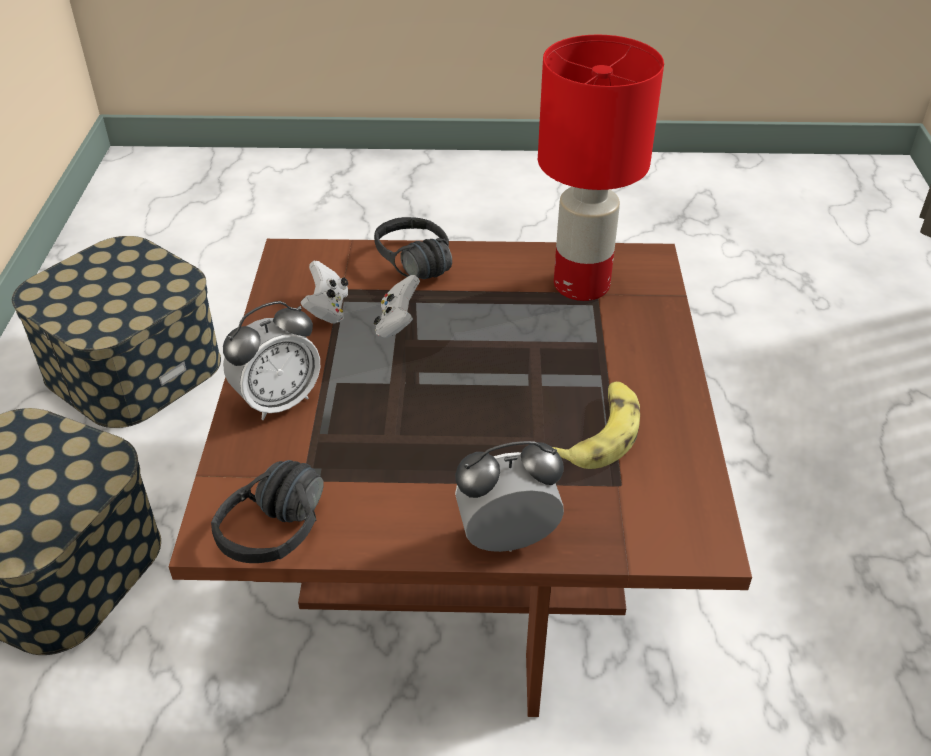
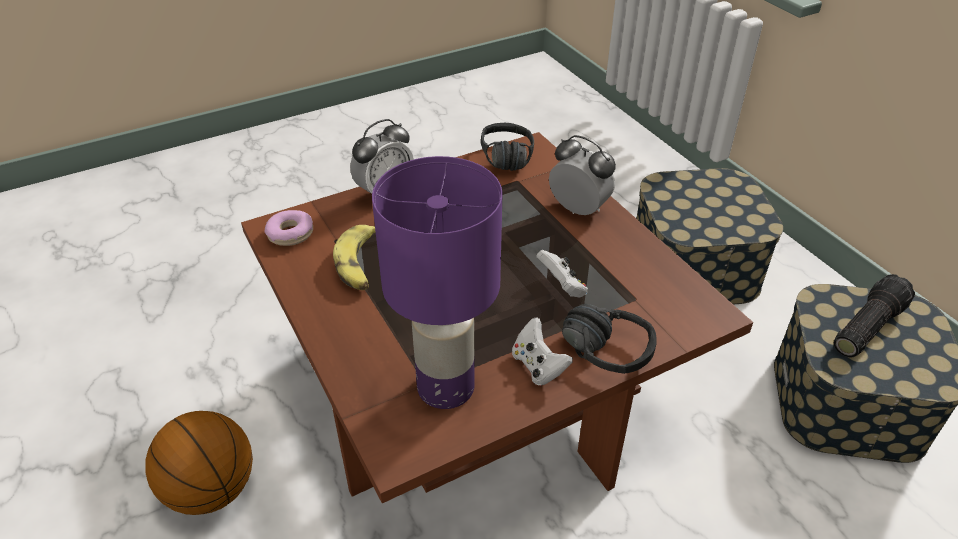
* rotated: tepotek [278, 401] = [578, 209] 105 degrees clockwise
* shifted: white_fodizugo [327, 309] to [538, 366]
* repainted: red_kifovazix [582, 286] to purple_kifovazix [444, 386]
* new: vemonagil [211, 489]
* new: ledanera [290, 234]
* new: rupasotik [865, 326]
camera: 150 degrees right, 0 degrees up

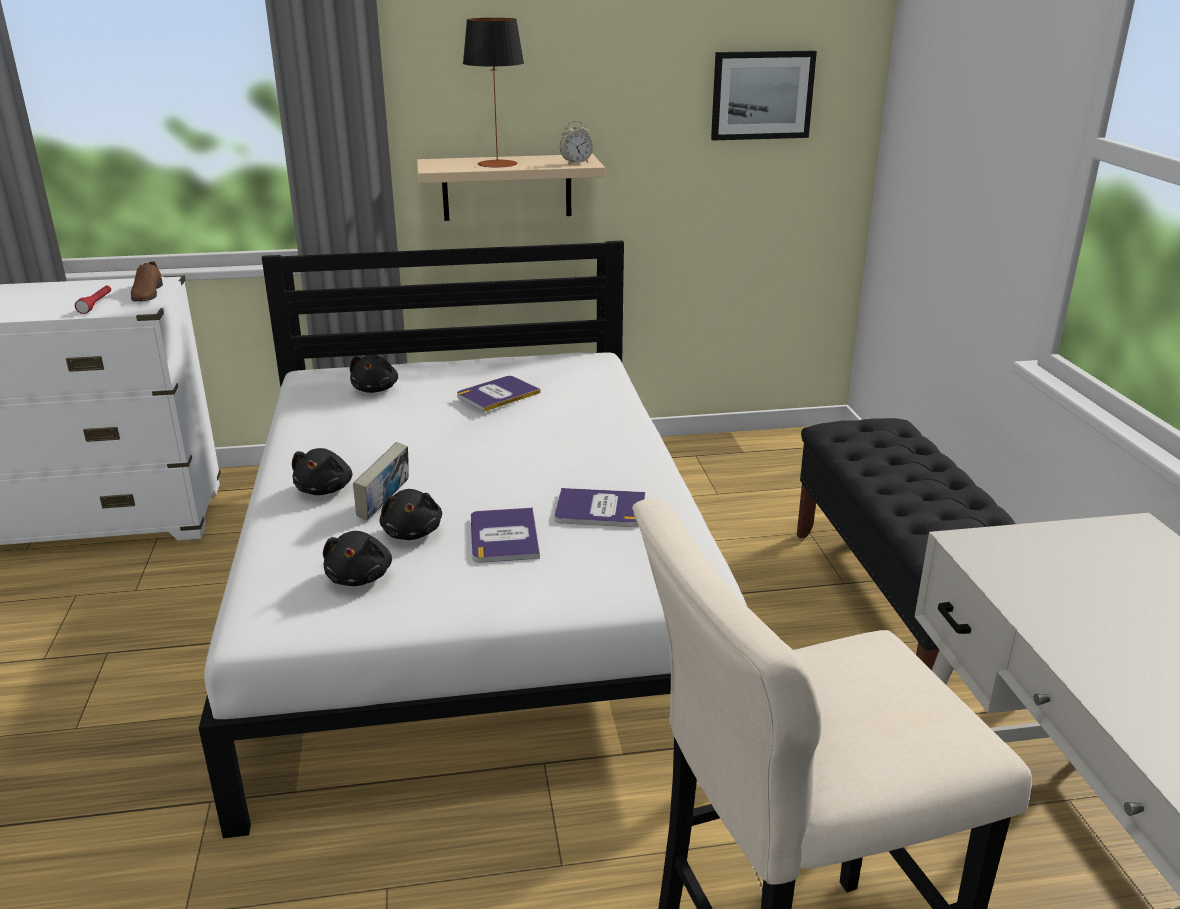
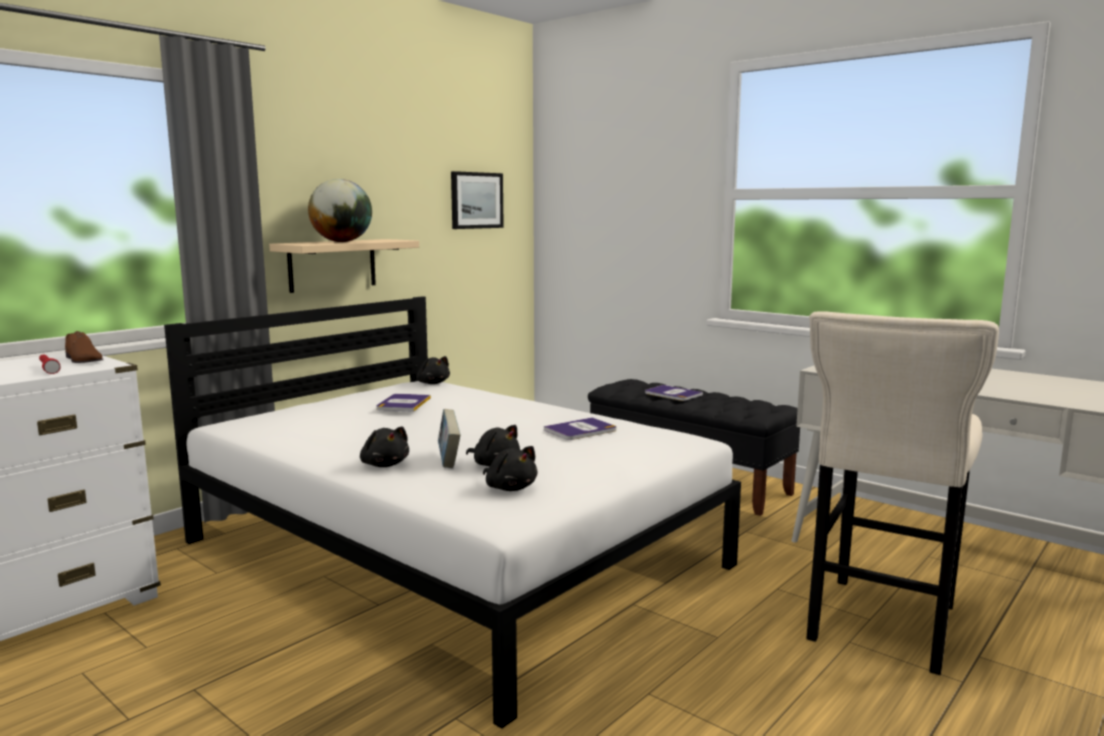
* shifted: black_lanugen [375, 389] to [432, 383]
* swapped: kifovazix [497, 164] to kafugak [342, 242]
* shifted: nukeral [504, 536] to [672, 394]
* gone: tepotek [576, 163]
camera: 40 degrees left, 15 degrees down

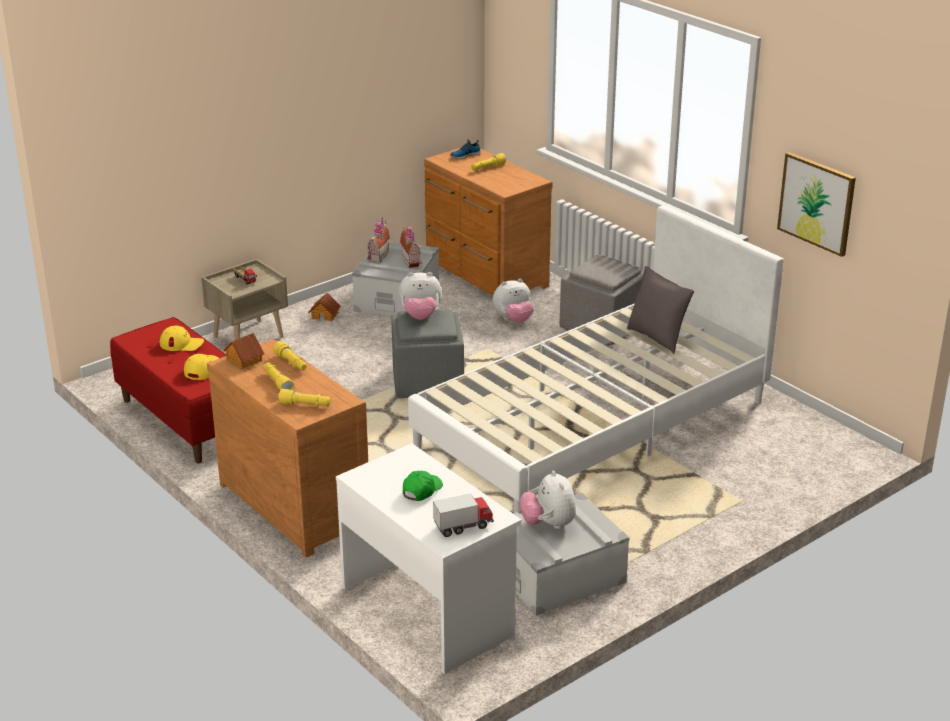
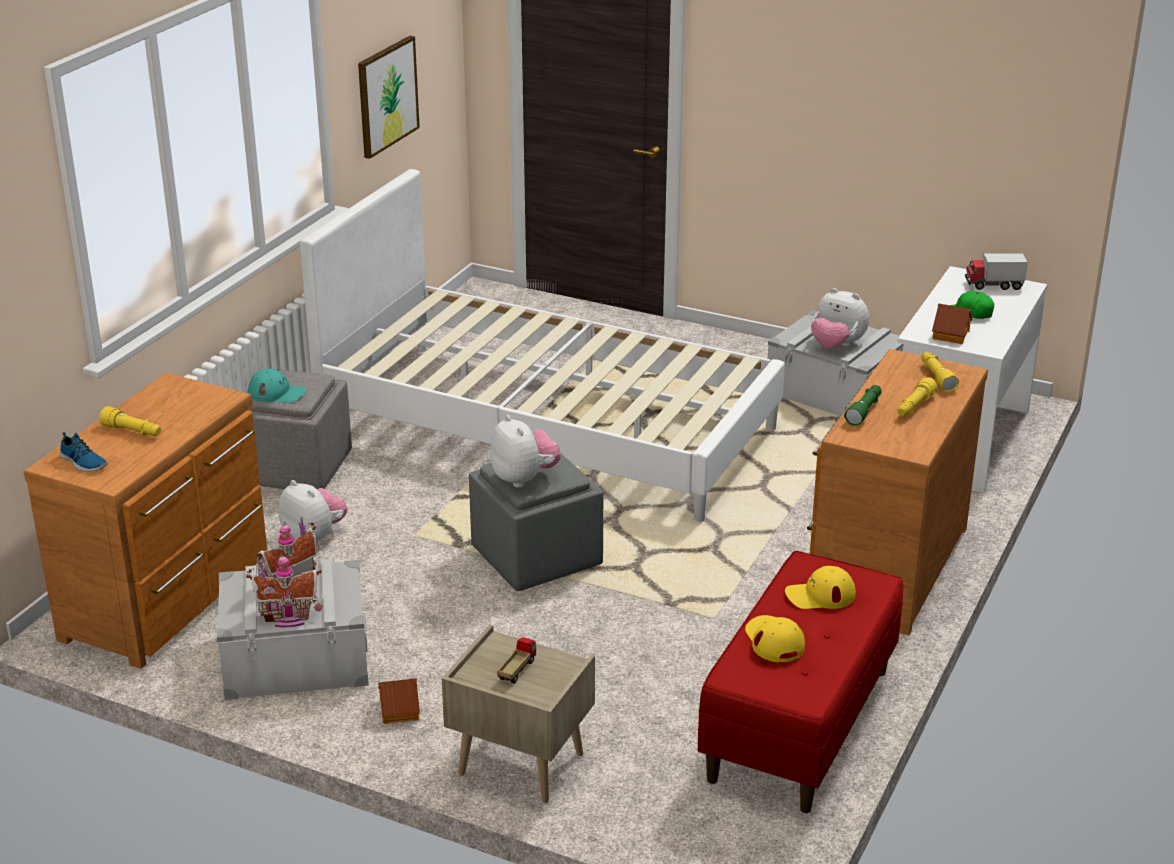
* shifted: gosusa [243, 360] to [951, 335]
* repainted: yellow_rupasotik [291, 363] to green_rupasotik [864, 411]
* rotated: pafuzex [463, 526] = [993, 285] 45 degrees counterclockwise
* rotated: lanugen [548, 524] = [837, 346] 75 degrees clockwise
* gone: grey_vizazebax [657, 338]
* new: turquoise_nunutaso [277, 393]
camera: 115 degrees left, 0 degrees up

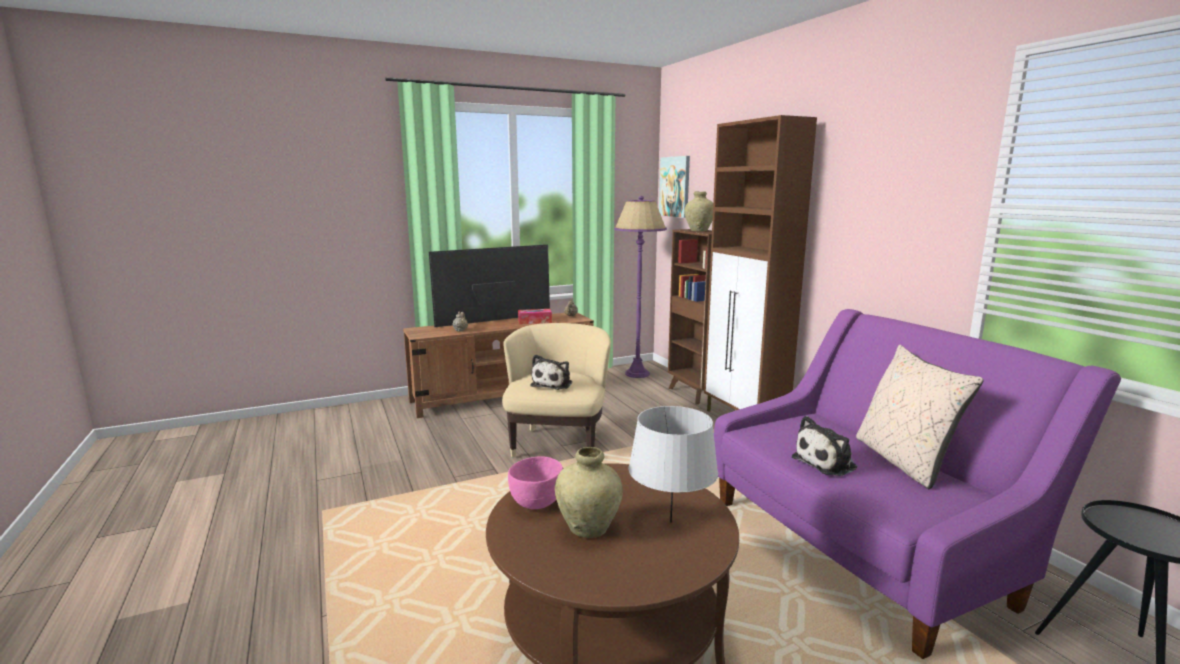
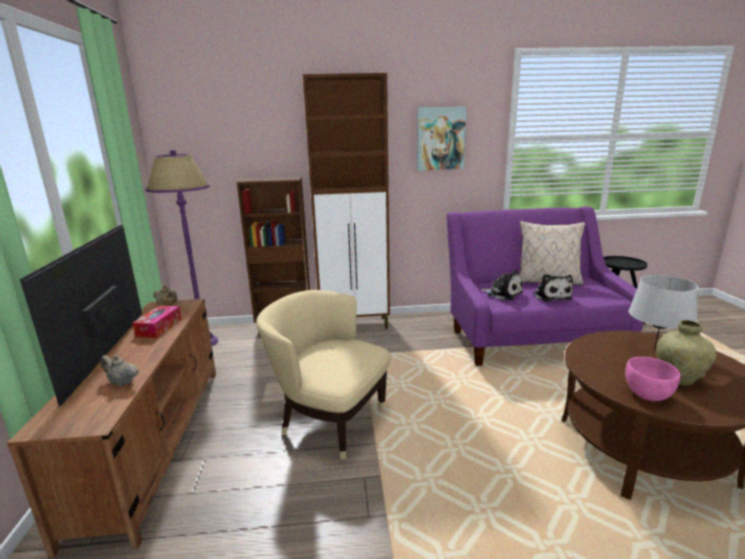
* shifted: lanugen [553, 384] to [503, 293]
* shifted: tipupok [675, 186] to [440, 138]
* gone: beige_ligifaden [699, 230]
camera: 70 degrees left, 5 degrees up

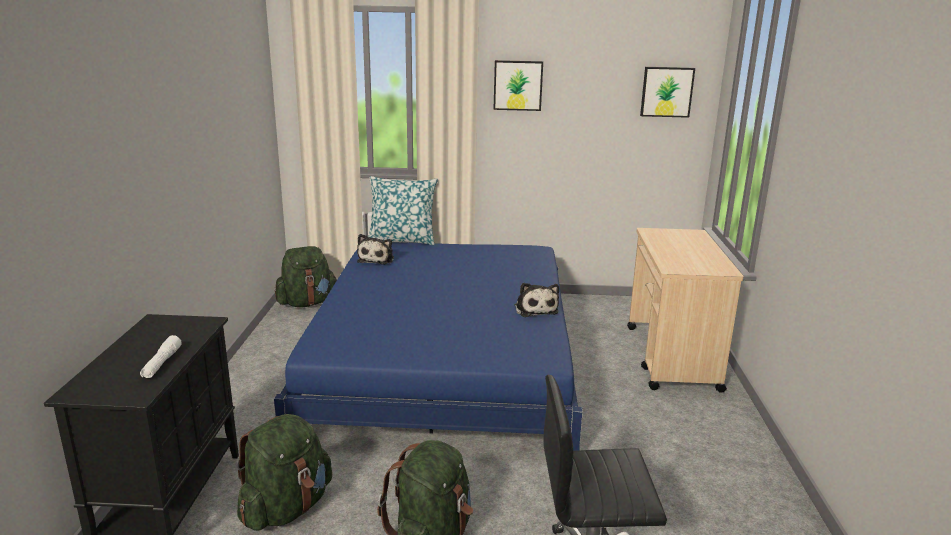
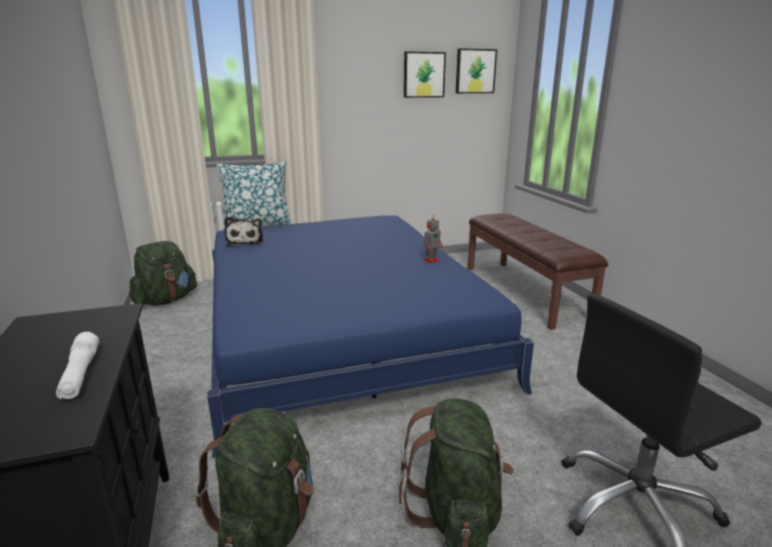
* shifted: tipupok [518, 85] to [423, 75]
* swapped: lanugen [535, 309] to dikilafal [432, 260]
* swapped: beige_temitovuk [671, 358] to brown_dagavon [524, 292]
camera: 20 degrees left, 0 degrees up

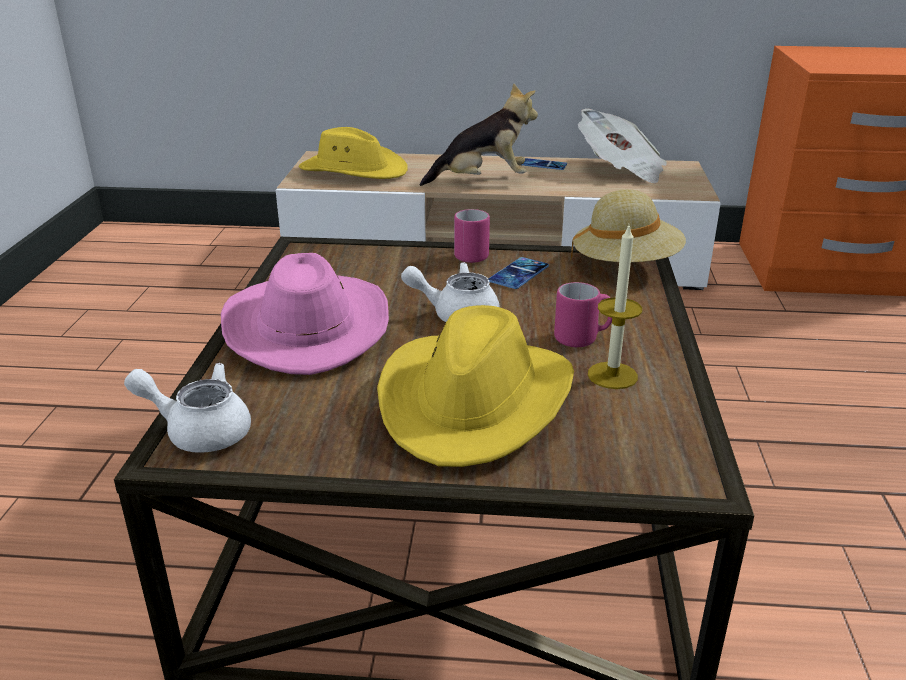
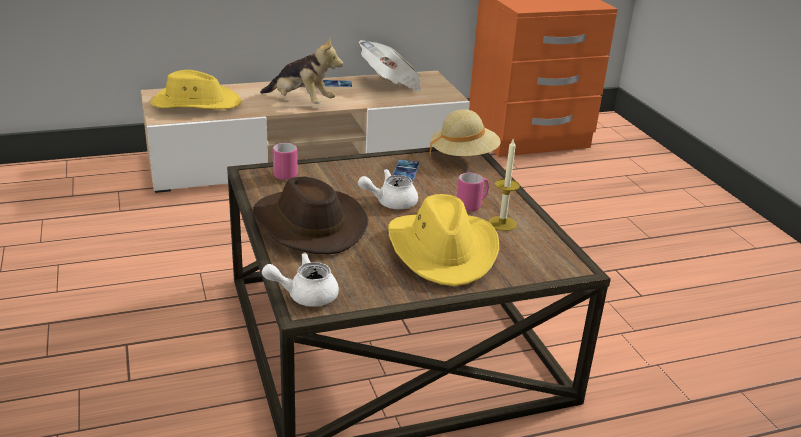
* repainted: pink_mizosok [306, 326] to brown_mizosok [307, 225]
* rotated: lanugen [482, 181] = [301, 102] 60 degrees clockwise
* shifted: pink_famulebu [471, 254] to [284, 173]
camera: 25 degrees left, 0 degrees up

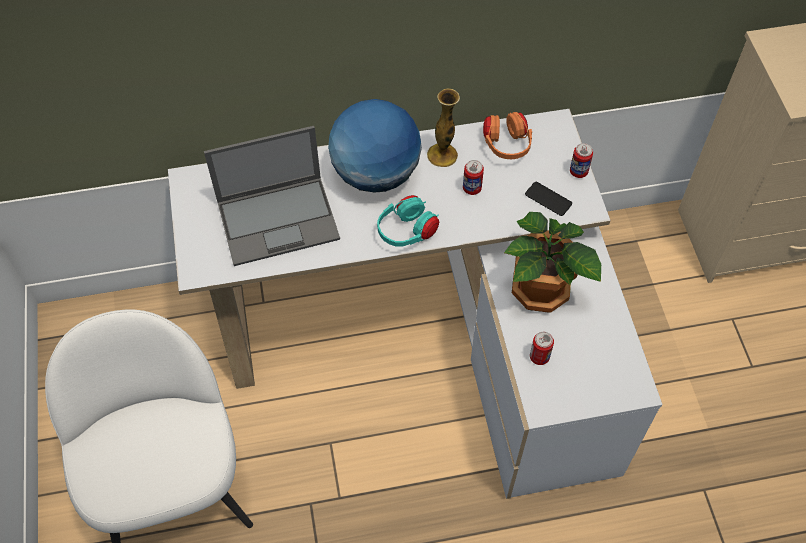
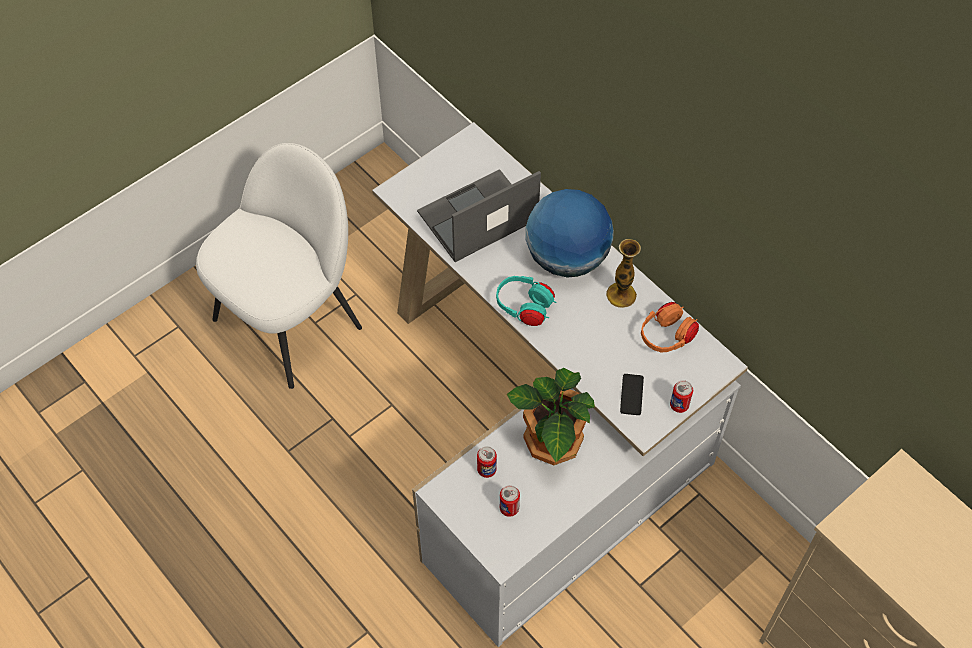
* rotated: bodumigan [279, 220] = [476, 217] 105 degrees clockwise
* shifted: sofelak [472, 188] to [509, 508]
camera: 60 degrees right, 0 degrees up

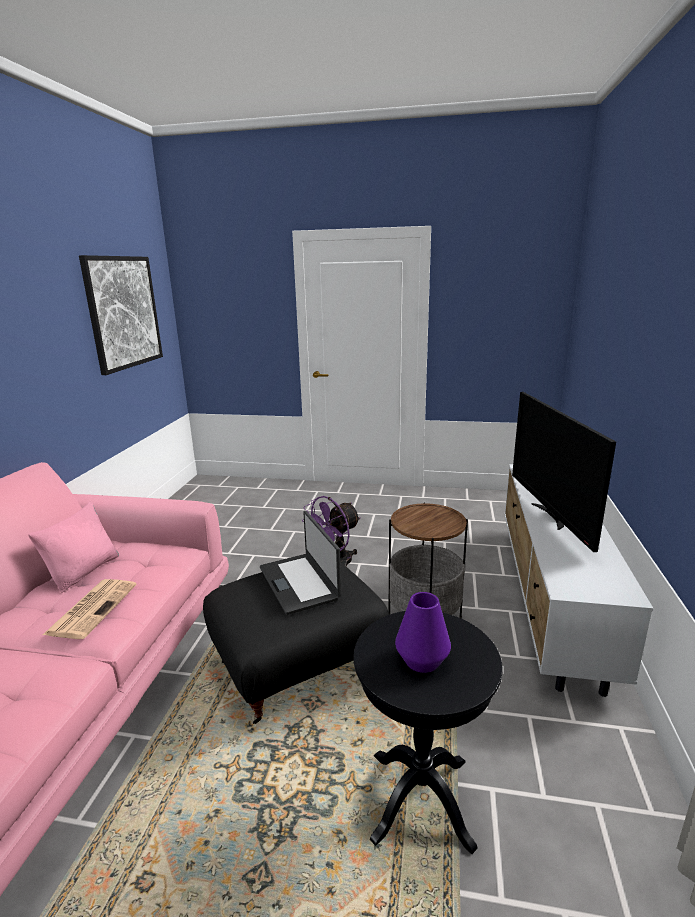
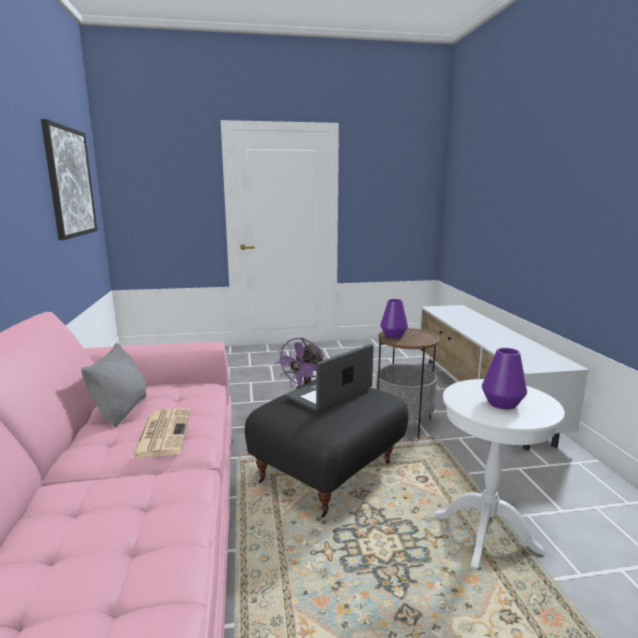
* repainted: pink_vizazebax [84, 571] to grey_vizazebax [121, 411]
* rotated: bodumigan [300, 582] = [330, 393] 90 degrees clockwise
* repainted: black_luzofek [420, 799] to white_luzofek [486, 533]
* gone: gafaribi [550, 516]
* new: purple_ligifaden [393, 335]
camera: 20 degrees left, 5 degrees down

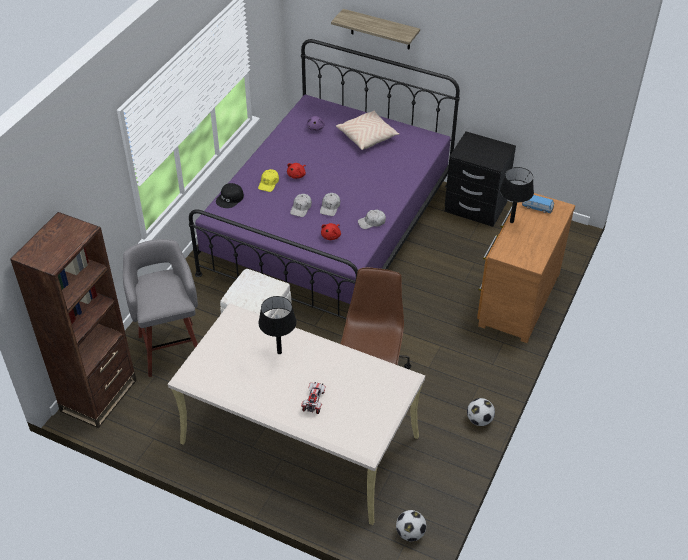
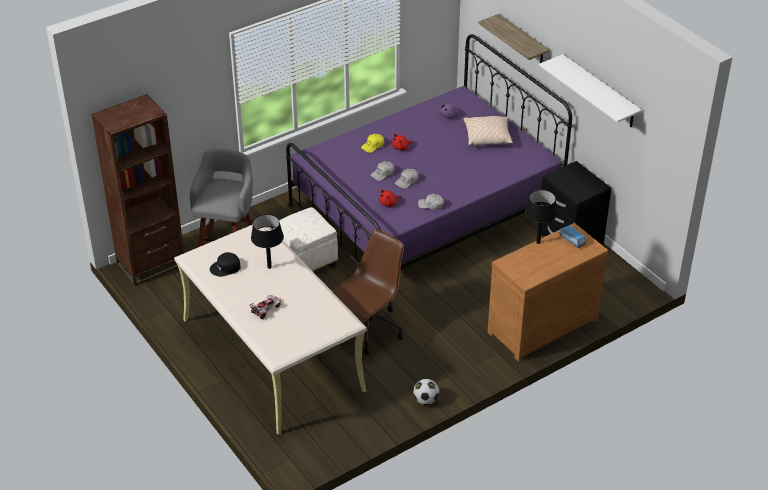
* shifted: black_nunutaso [230, 198] to [225, 268]
* gone: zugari [410, 533]
* new: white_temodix [600, 92]
camera: 30 degrees right, 5 degrees down

